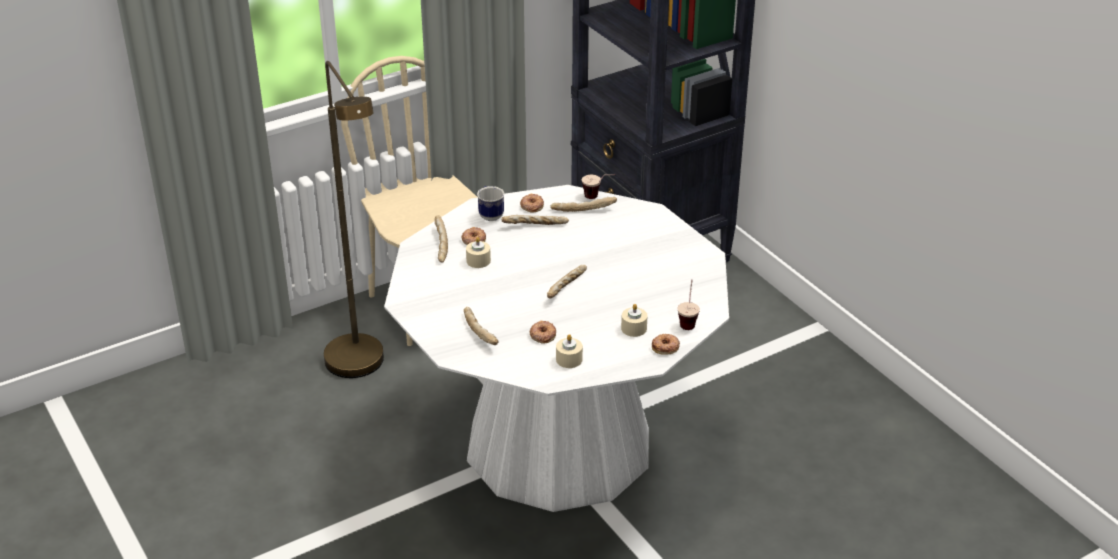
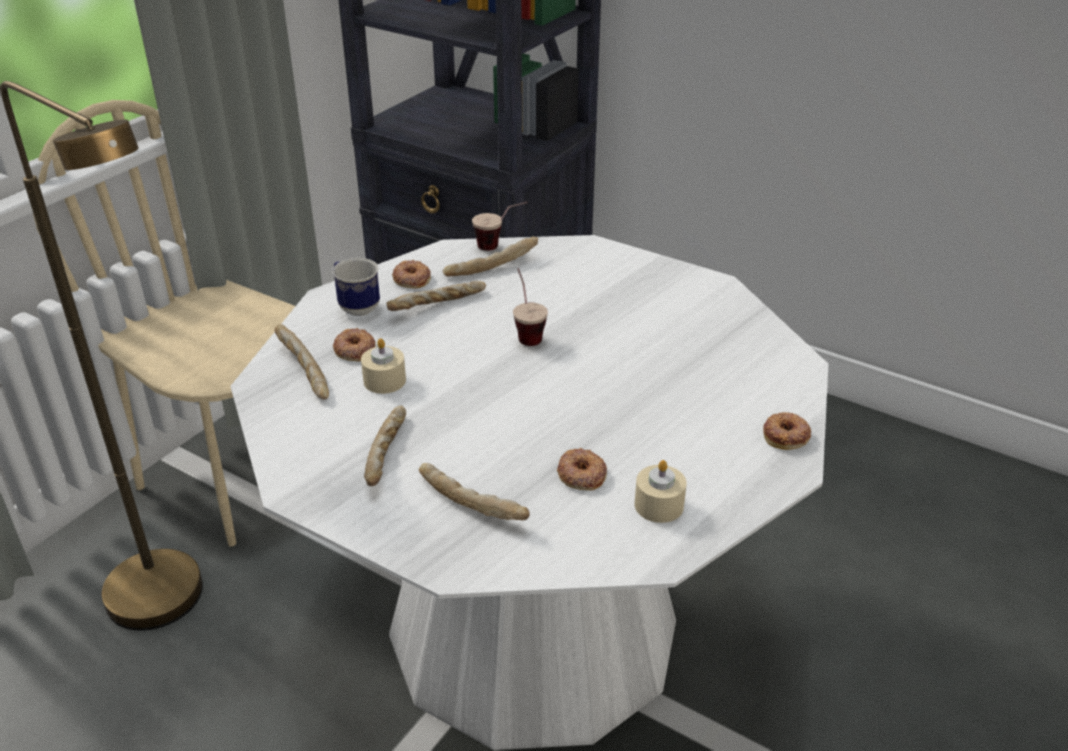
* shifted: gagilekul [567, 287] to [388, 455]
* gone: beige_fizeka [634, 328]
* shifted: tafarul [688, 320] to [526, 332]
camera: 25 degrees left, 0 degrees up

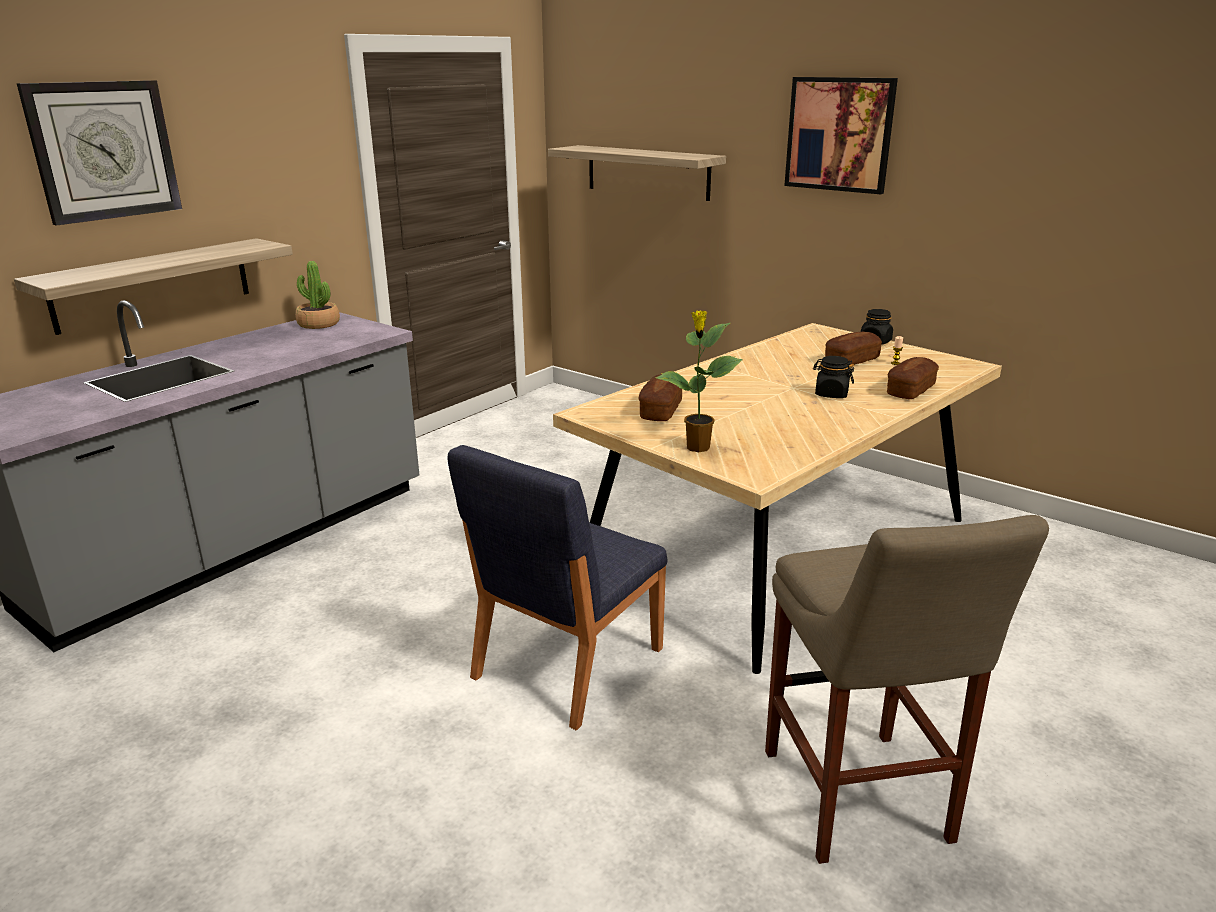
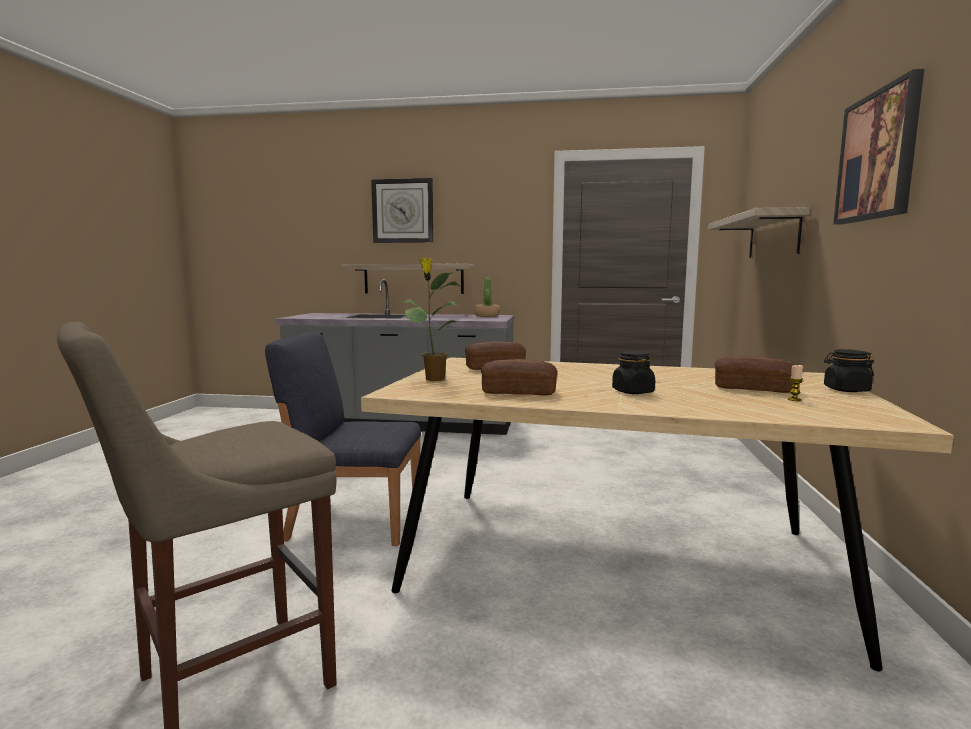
* shifted: gagilekul [910, 390] to [518, 392]
camera: 60 degrees right, 15 degrees down

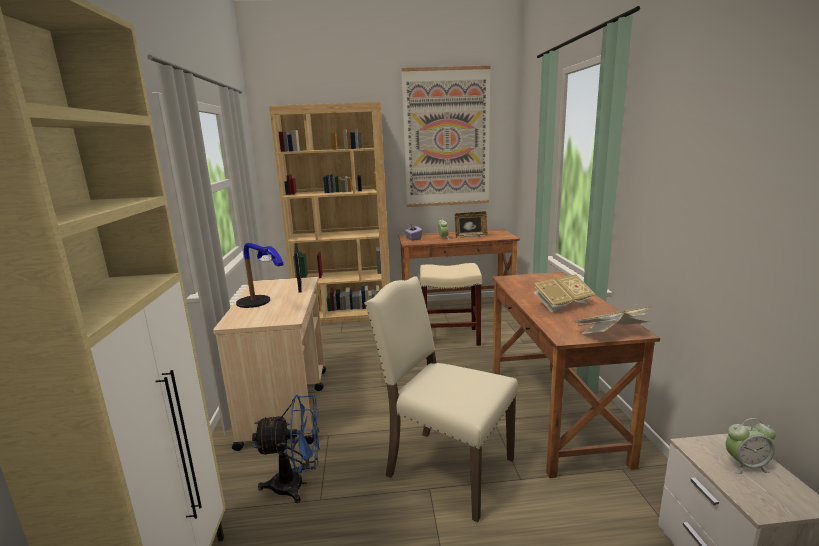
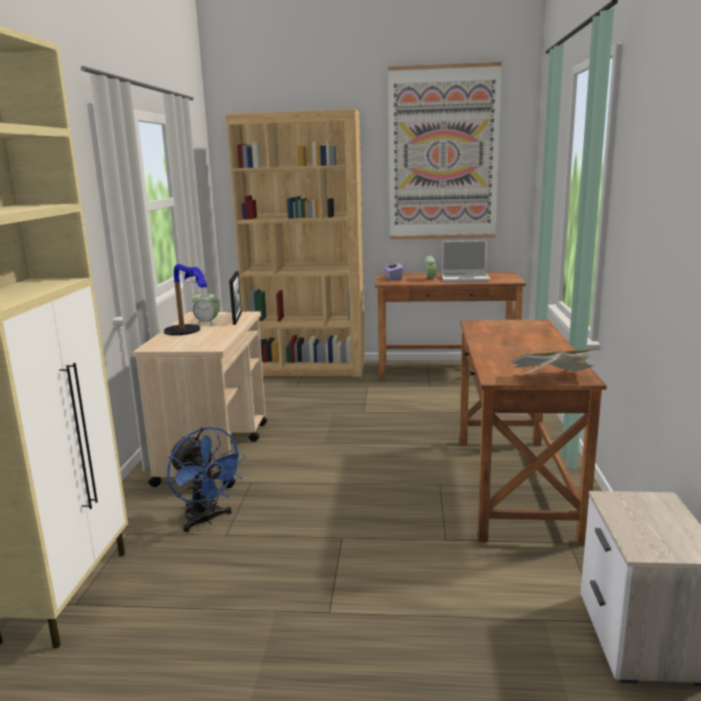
* rotated: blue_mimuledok [297, 484] = [206, 520] 45 degrees clockwise
* gone: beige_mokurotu [446, 468]
* gone: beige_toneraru [449, 338]
* swapped: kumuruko [471, 236] to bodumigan [465, 279]
* gone: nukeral [562, 304]
* shifted: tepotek [745, 465] to [207, 323]
camera: 10 degrees right, 0 degrees up

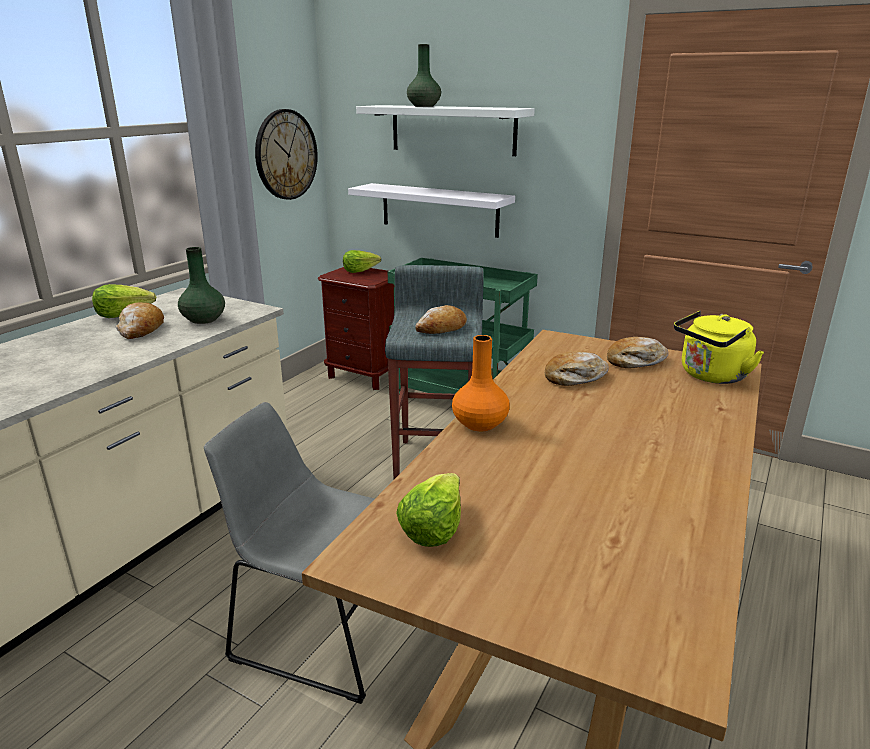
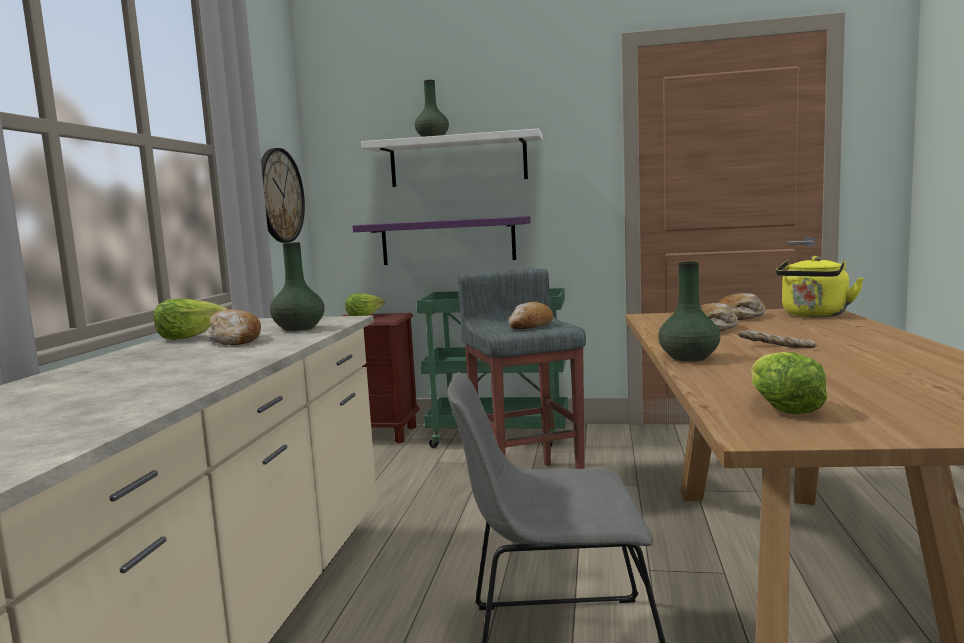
* repainted: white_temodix [439, 210] to purple_temodix [448, 241]
* repainted: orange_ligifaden [479, 424] to green_ligifaden [688, 358]
* new: gagilekul [776, 347]
camera: 20 degrees left, 15 degrees down

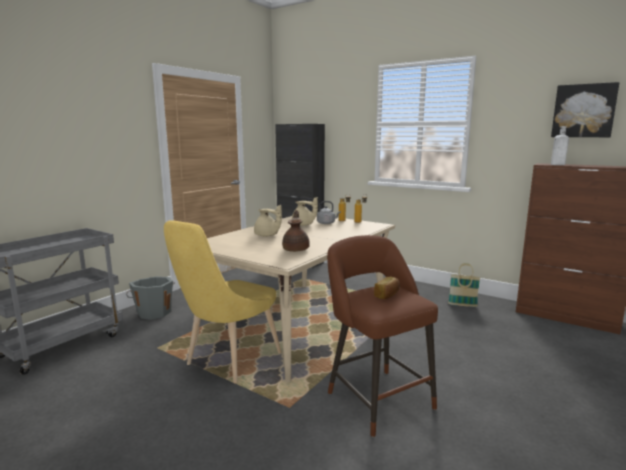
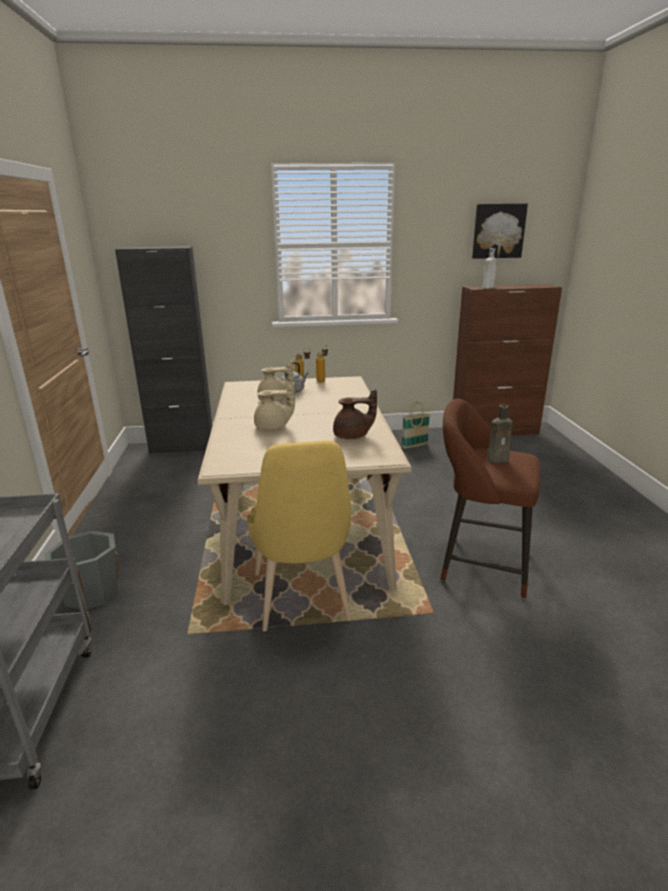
* rotated: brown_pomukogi [296, 249] = [353, 436] 120 degrees clockwise
* swapped: gagilekul [387, 295] to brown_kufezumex [499, 459]
camera: 40 degrees left, 10 degrees up

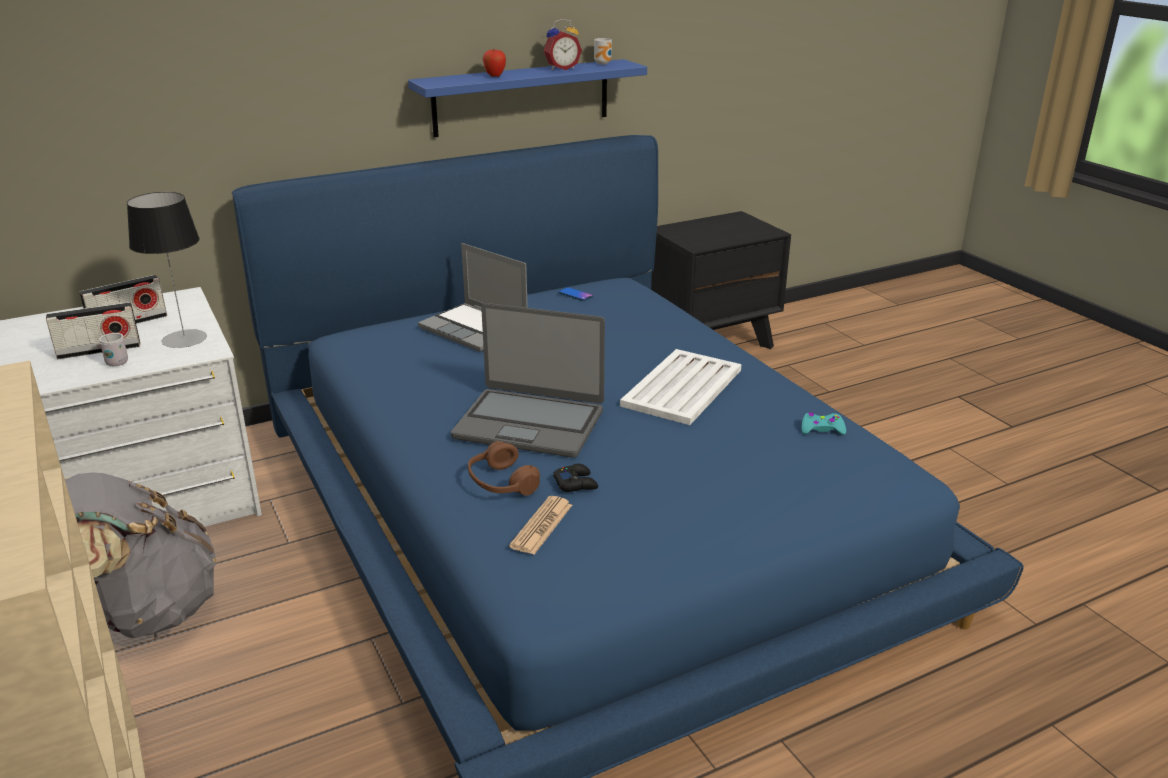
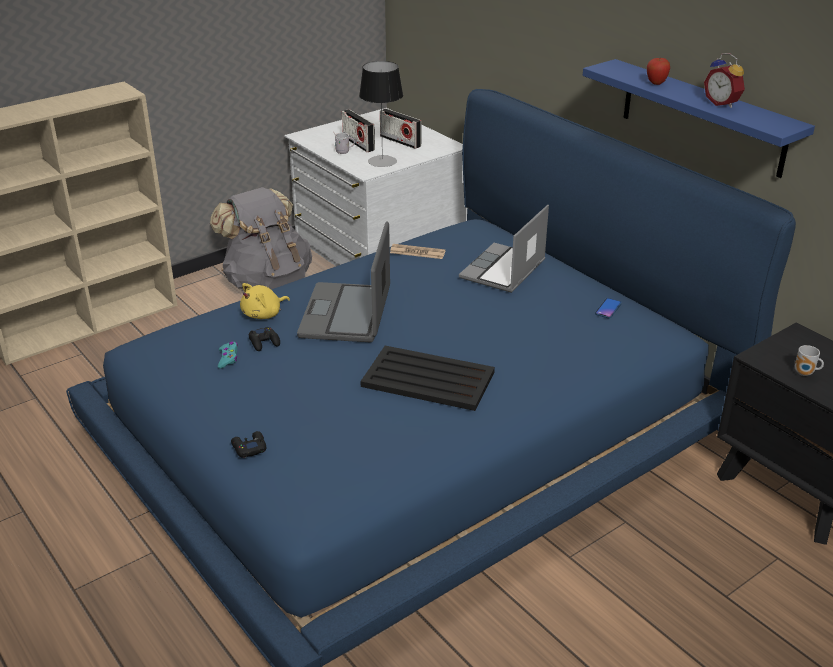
* swapped: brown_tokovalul [501, 483] to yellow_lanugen [264, 314]
* shifted: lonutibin [541, 526] to [417, 252]
* shifted: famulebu [604, 63] to [805, 374]
* repainted: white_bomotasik [683, 387] to black_bomotasik [429, 380]
* shifted: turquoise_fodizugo [822, 429] to [228, 358]
* new: black_fodizugo [249, 448]
camera: 80 degrees right, 5 degrees up

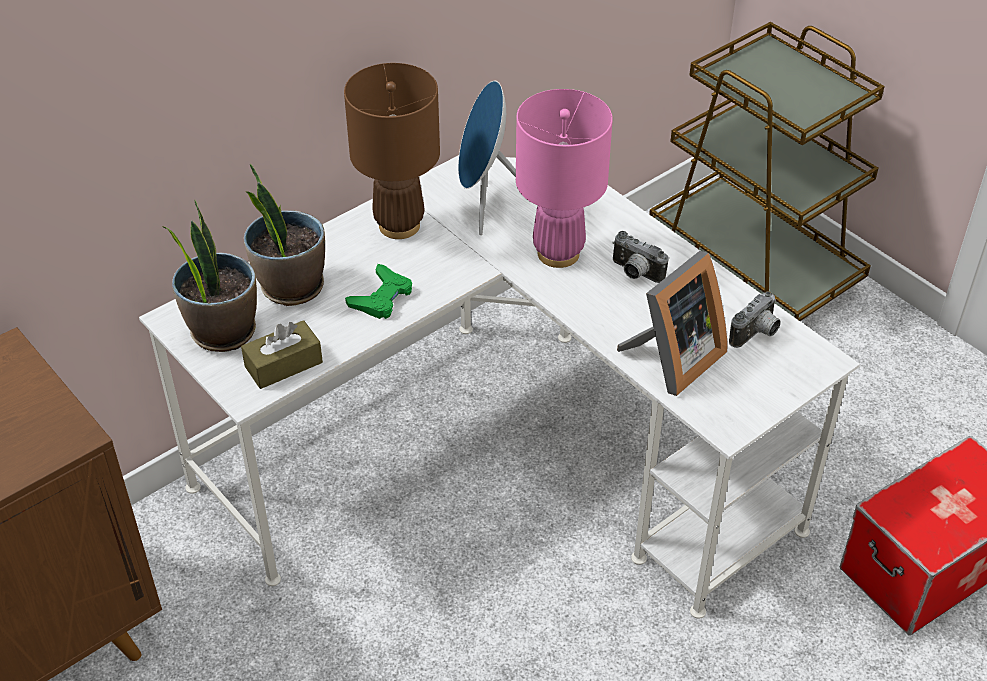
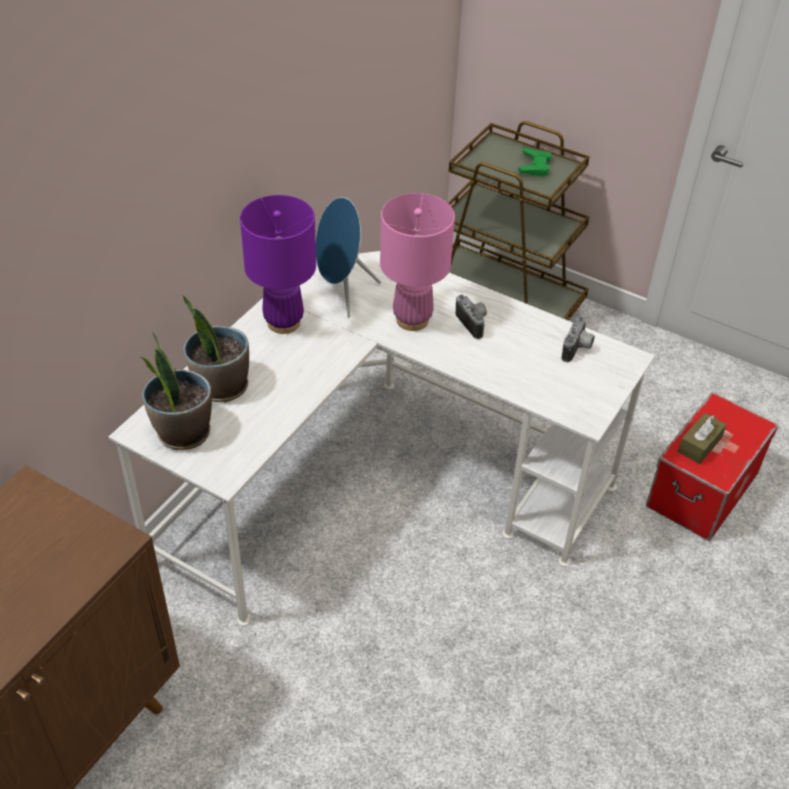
* shifted: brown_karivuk [283, 364] to [699, 445]
* repainted: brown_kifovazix [399, 225] to purple_kifovazix [284, 322]
* shifted: green_fodizugo [381, 298] to [534, 166]
* rotated: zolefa [634, 273] = [473, 323] 135 degrees counterclockwise
* gone: kumuruko [671, 360]
camera: 20 degrees left, 0 degrees up

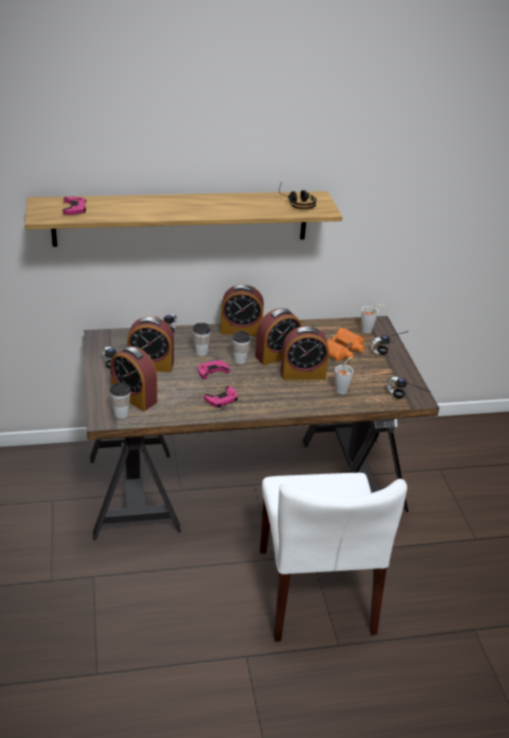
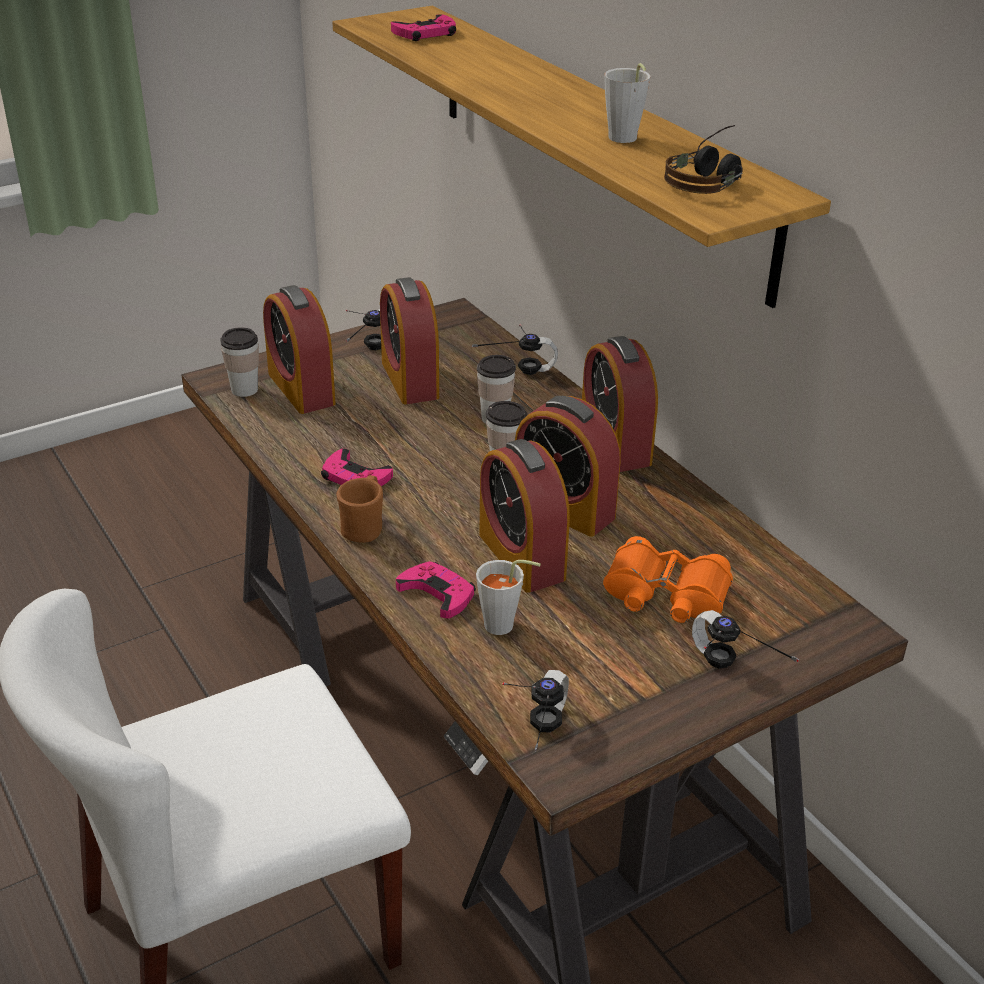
* rotated: tepotek [134, 397] = [301, 389] 45 degrees counterclockwise
* shifted: pink_fodizugo [212, 371] to [437, 593]
* shifted: grey_tafarul [369, 331] to [624, 140]
* new: brown_famulebu [364, 528]
camera: 70 degrees right, 0 degrees up

